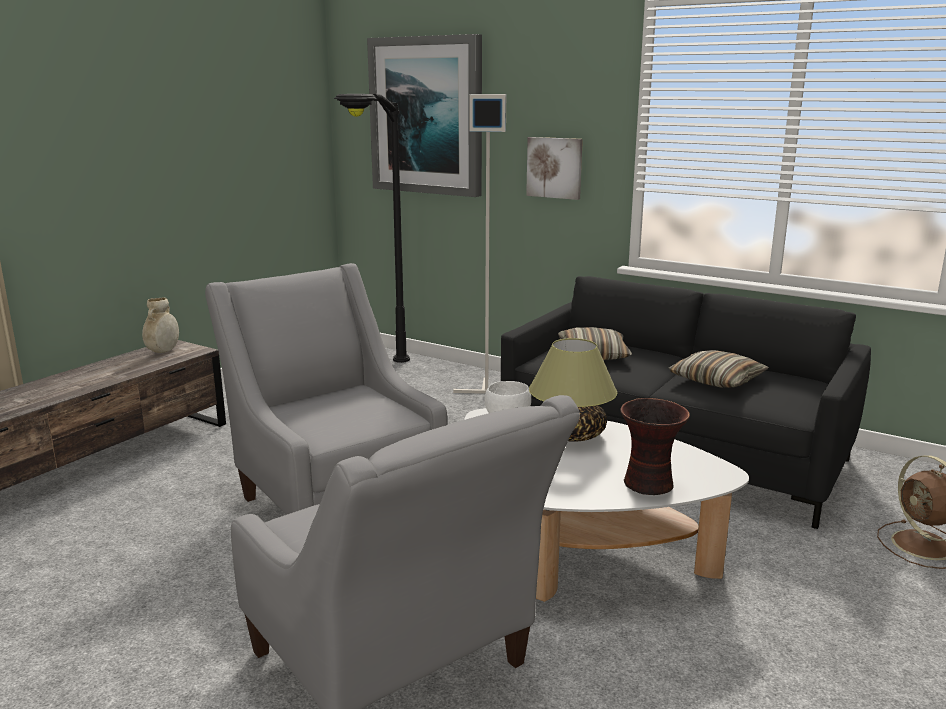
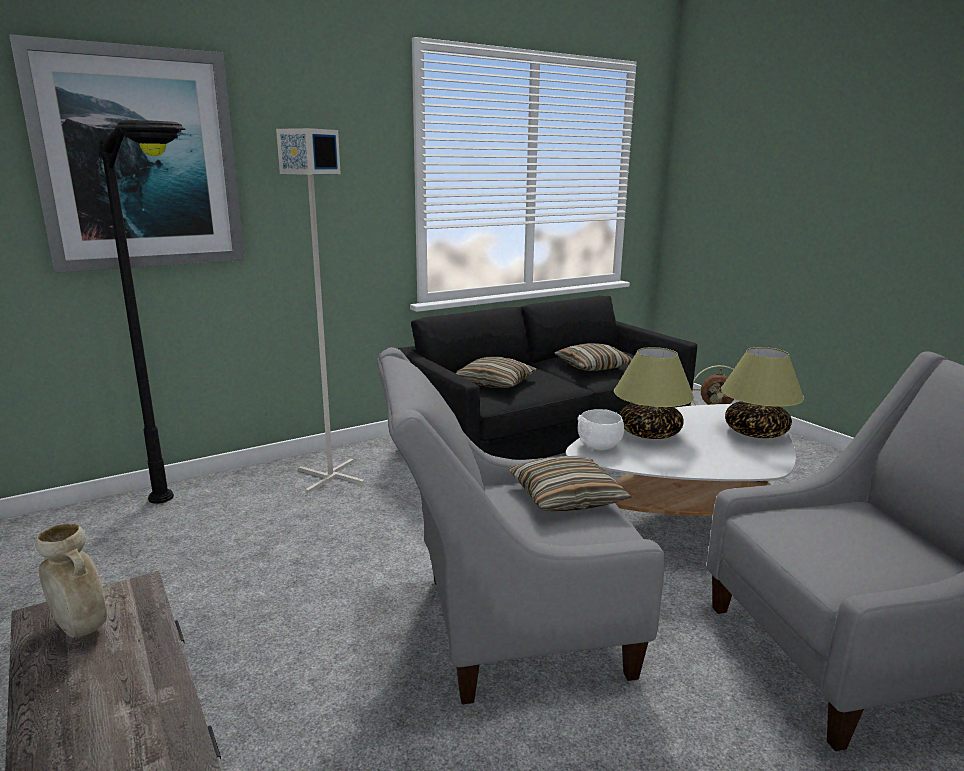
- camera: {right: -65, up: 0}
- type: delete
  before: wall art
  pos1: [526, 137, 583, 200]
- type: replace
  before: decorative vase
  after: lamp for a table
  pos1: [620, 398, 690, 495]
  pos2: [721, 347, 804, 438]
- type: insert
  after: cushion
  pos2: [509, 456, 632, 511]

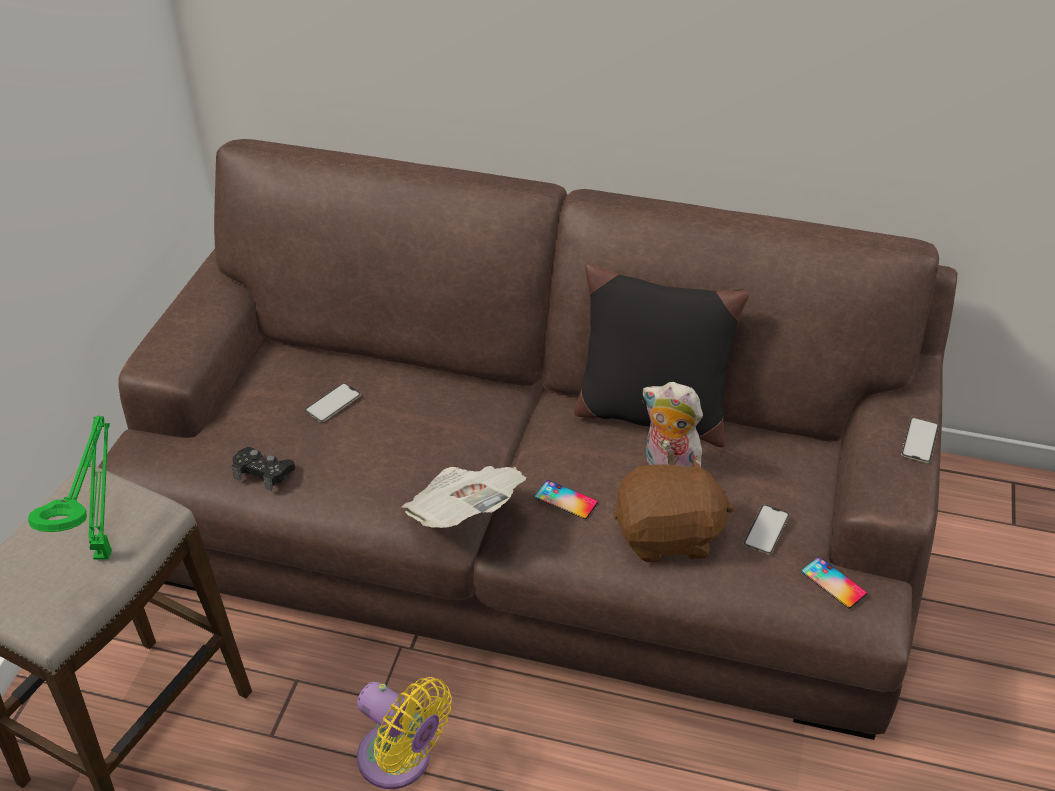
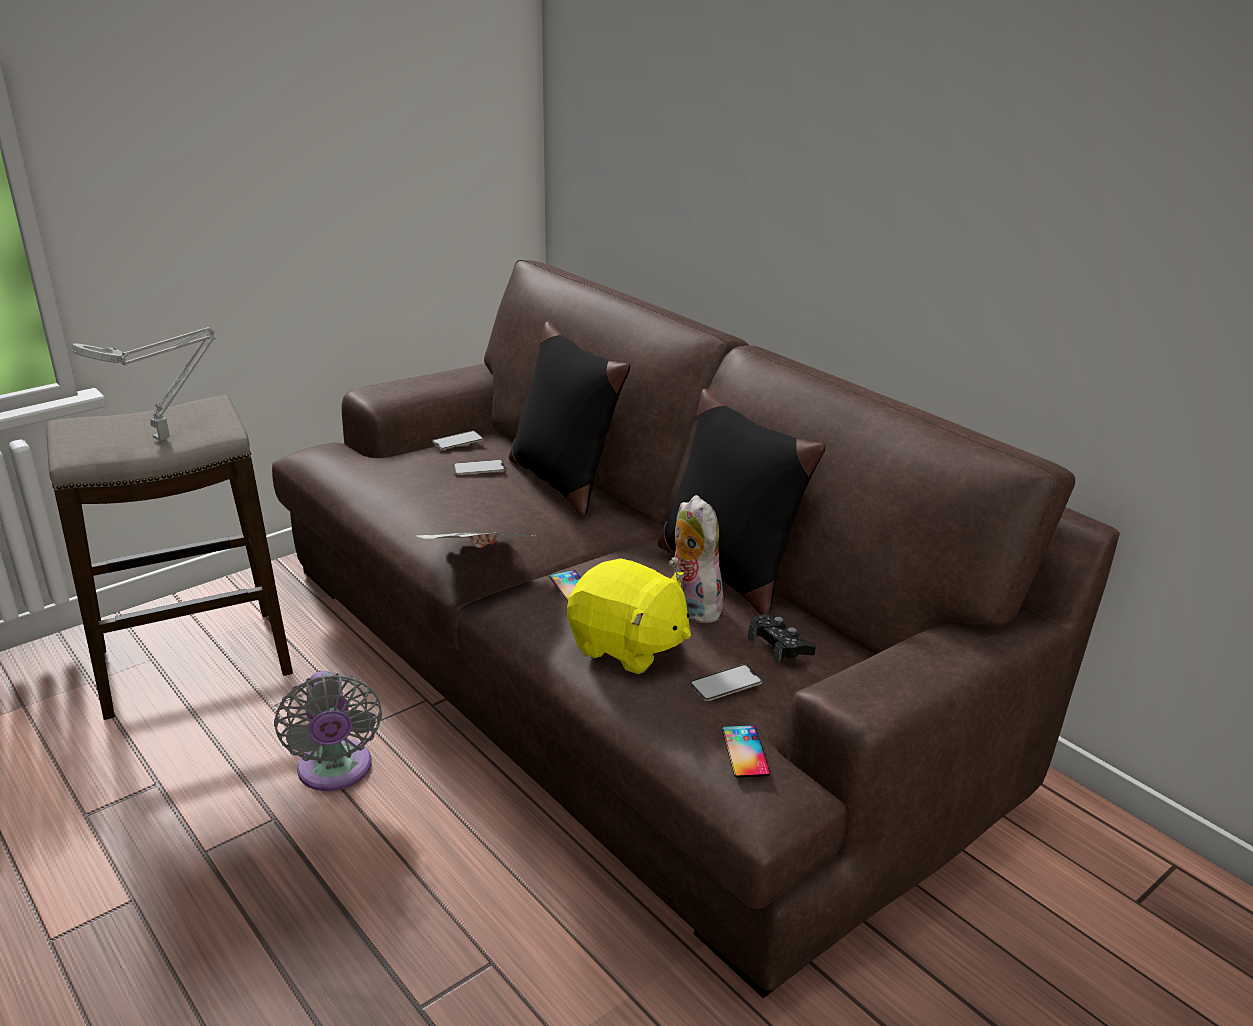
- camera: {right: 35, up: -15}
- type: recolor
  before: lamp for a table/green-coloured
  after: lamp for a table/grey
  pos1: [28, 416, 112, 560]
  pos2: [72, 327, 216, 441]
- type: move
  before: gamepad/black
  pos1: [232, 447, 295, 491]
  pos2: [748, 614, 816, 663]
- type: recolor
  before: fan/yellowish
  after: fan/grey
  pos1: [357, 677, 452, 789]
  pos2: [274, 671, 382, 791]
- type: recolor
  before: plush toy/brown
  after: plush toy/yellowish
  pos1: [614, 456, 735, 563]
  pos2: [567, 558, 691, 674]
- type: move
  before: phone
  pos1: [901, 417, 939, 463]
  pos2: [432, 431, 484, 450]
- type: insert
  after: cushion/black
  pos2: [509, 322, 630, 516]

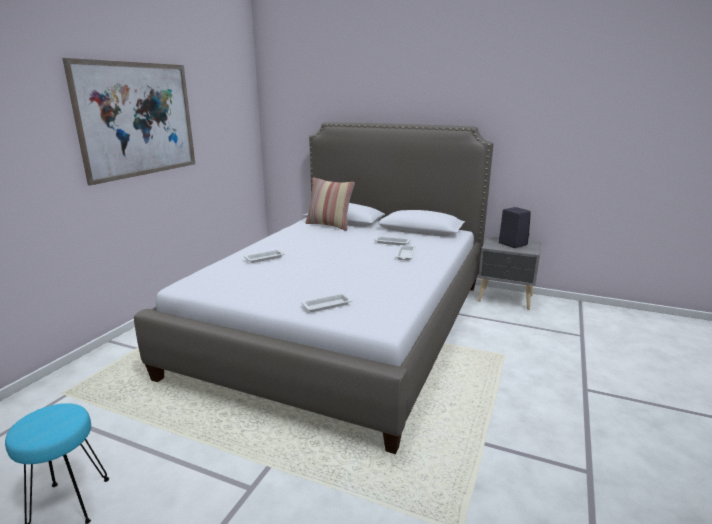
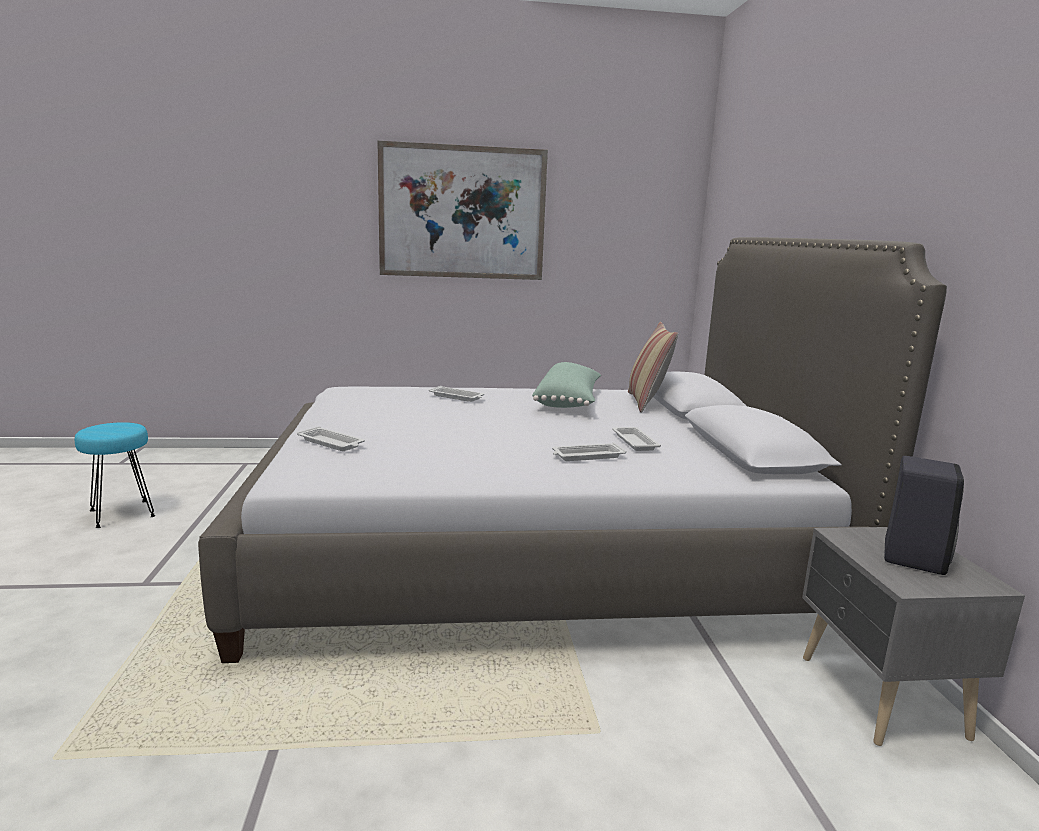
- camera: {right: 60, up: -5}
- type: insert
  after: cushion/green-coloured
  pos2: [532, 362, 601, 408]

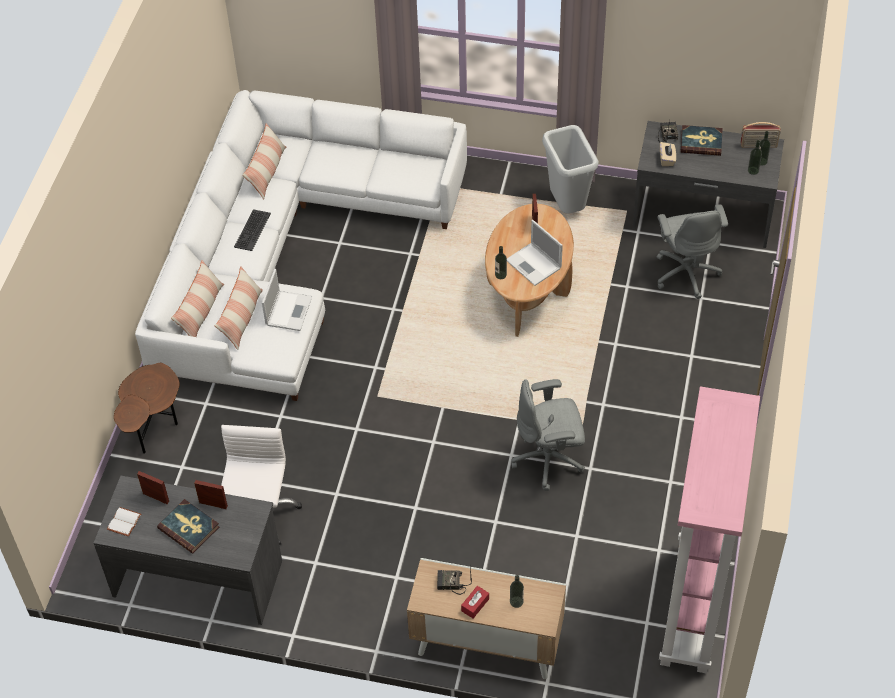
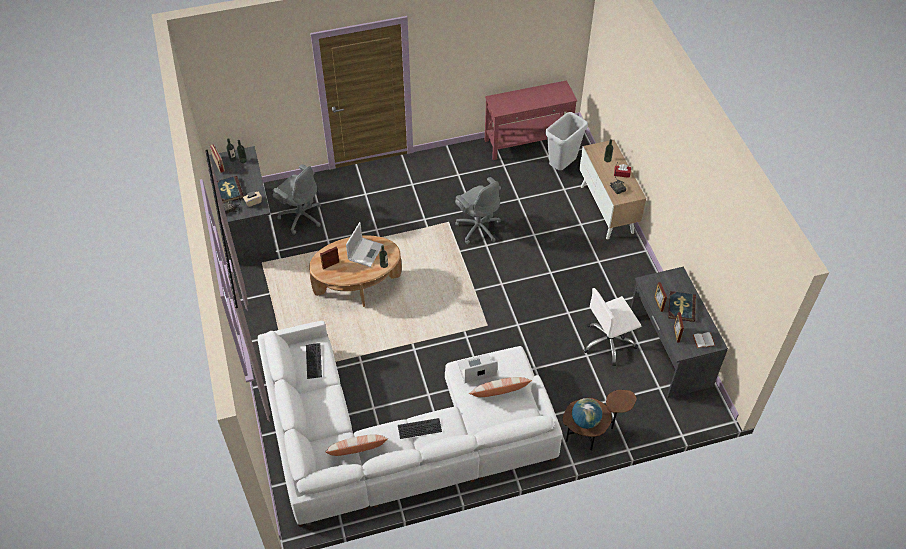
- camera: {right: -120, up: 0}
- type: delete
  before: cushion
  pos1: [171, 260, 224, 337]
- type: move
  before: trash can/grey
  pos1: [542, 125, 599, 214]
  pos2: [545, 112, 588, 170]
- type: rotate
  before: office chair/grey
  pos1: [657, 204, 728, 299]
  pos2: [273, 164, 321, 235]
  turn: 75
- type: replace
  before: bookcase/pink
  after: hall table/reddish
  pos1: [659, 386, 760, 674]
  pos2: [485, 80, 577, 160]
- type: insert
  after: PC keyboard
  pos2: [306, 343, 322, 379]
- type: insert
  after: desk globe
  pos2: [572, 398, 602, 429]

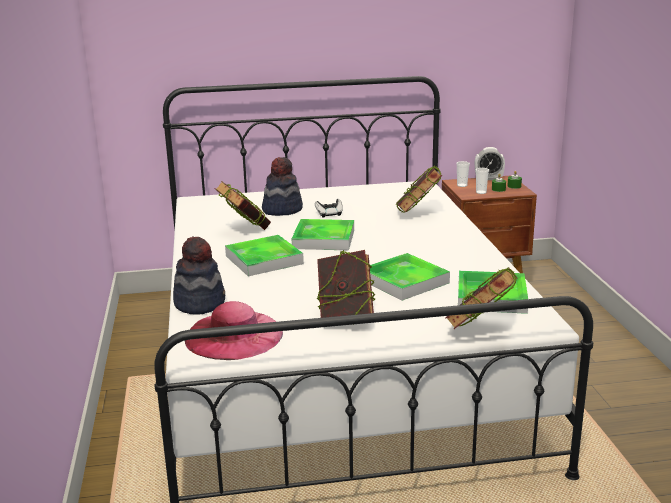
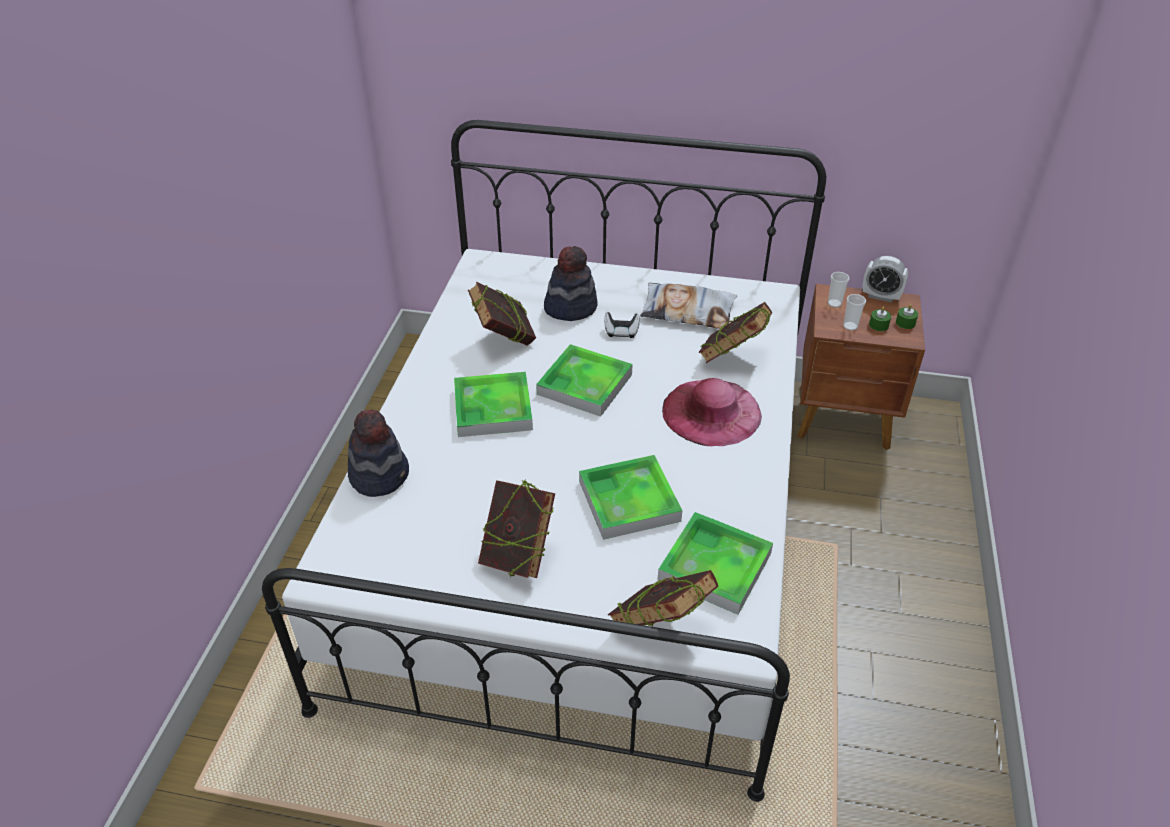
- camera: {right: 20, up: 20}
- type: move
  before: wearable hat/pink
  pos1: [185, 301, 283, 360]
  pos2: [662, 378, 762, 446]
- type: insert
  after: cushion
  pos2: [640, 283, 737, 329]

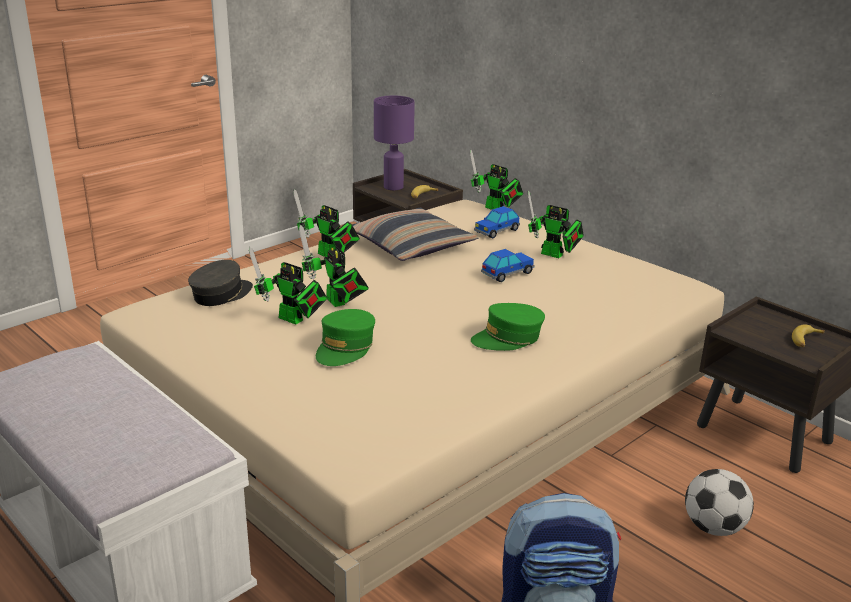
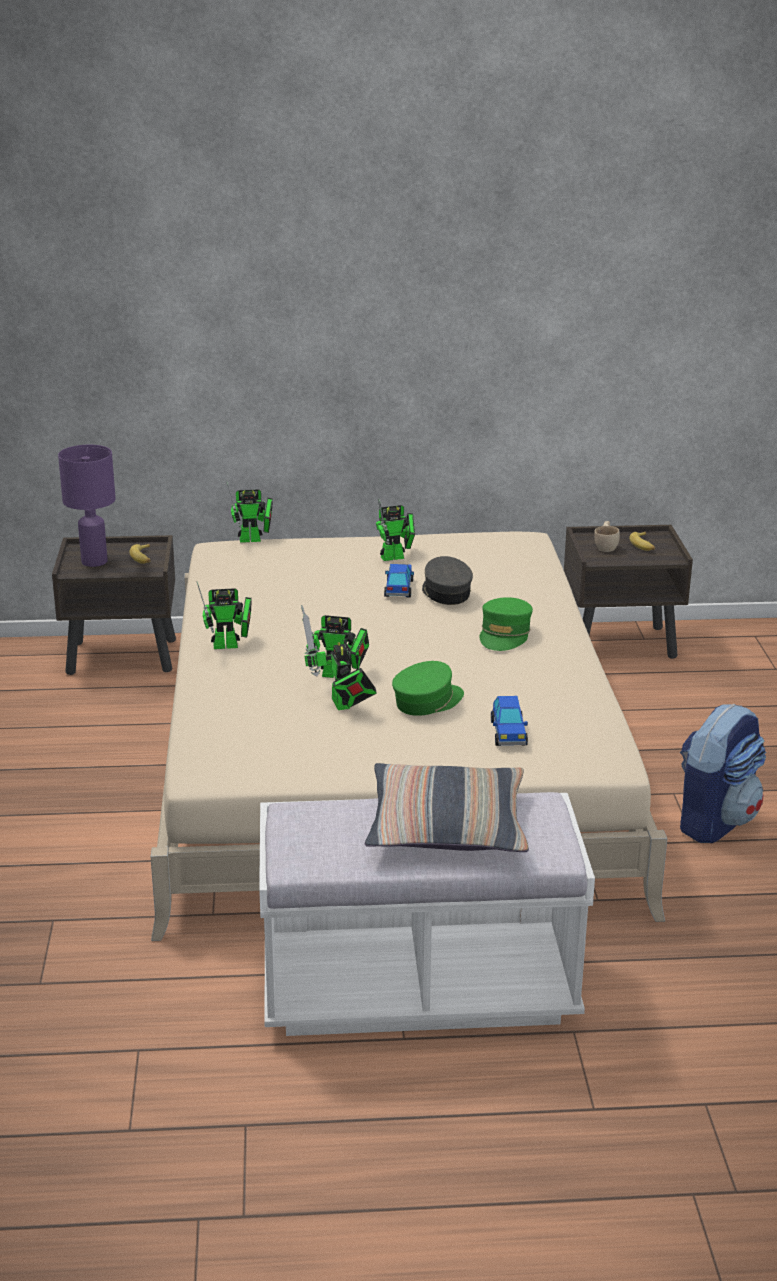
- camera: {right: -50, up: 0}
- type: move
  before: peaked cap/grey
  pos1: [188, 260, 253, 306]
  pos2: [422, 556, 473, 605]
- type: rotate
  before: model robot
  pos1: [249, 247, 327, 325]
  pos2: [302, 614, 377, 710]
  turn: 90
- type: rotate
  before: peaked cap/green-coloured
  pos1: [316, 309, 375, 366]
  pos2: [392, 661, 464, 716]
  turn: -105
- type: move
  before: cushion
  pos1: [352, 208, 479, 261]
  pos2: [364, 763, 529, 852]
- type: move
  before: toy car
  pos1: [474, 206, 520, 239]
  pos2: [491, 696, 528, 746]
- type: delete
  before: football
  pos1: [685, 469, 754, 536]
- type: insert
  after: small cup/sand-coloured
  pos2: [594, 521, 620, 552]

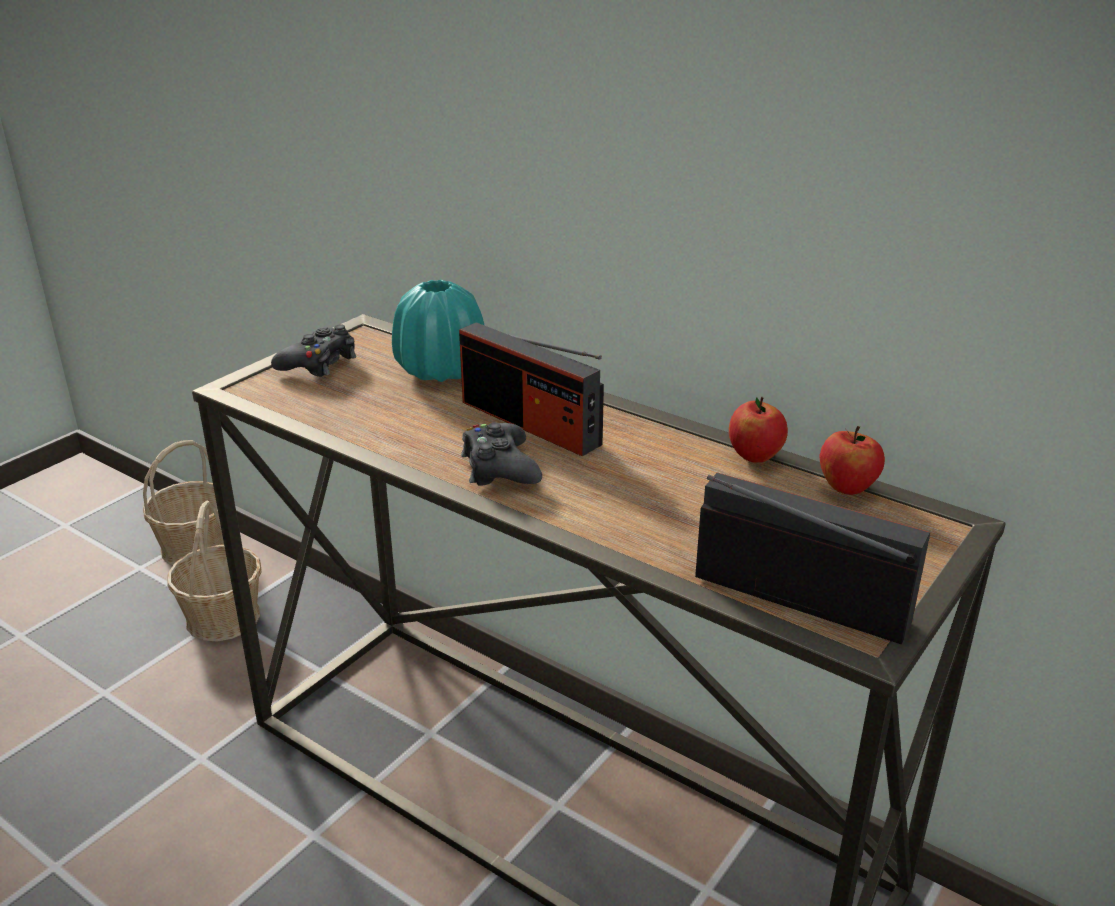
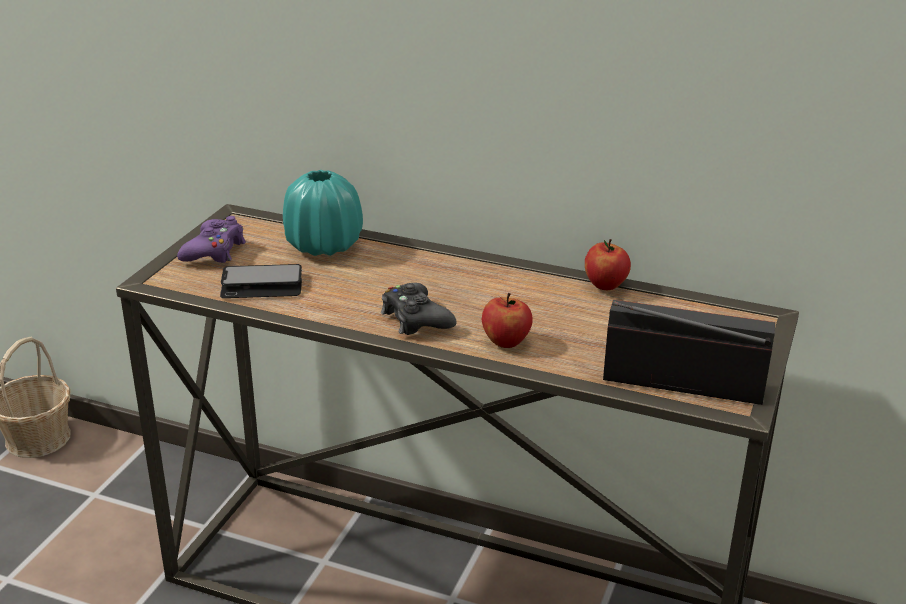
- camera: {right: -15, up: 0}
- type: delete
  before: basket
  pos1: [167, 501, 262, 642]
- type: recolor
  before: gamepad/black
  after: gamepad/purple
  pos1: [271, 324, 356, 377]
  pos2: [177, 216, 246, 263]
- type: delete
  before: radio
  pos1: [459, 322, 604, 456]
- type: move
  before: apple
  pos1: [819, 426, 885, 495]
  pos2: [481, 293, 533, 348]
- type: insert
  after: phone
  pos2: [220, 264, 302, 298]

